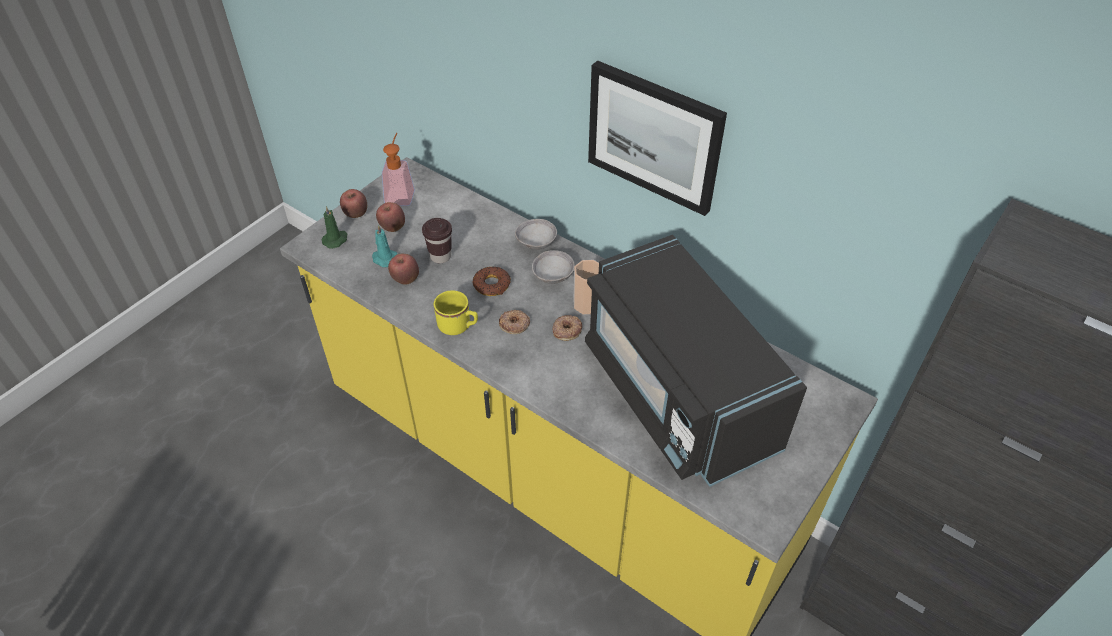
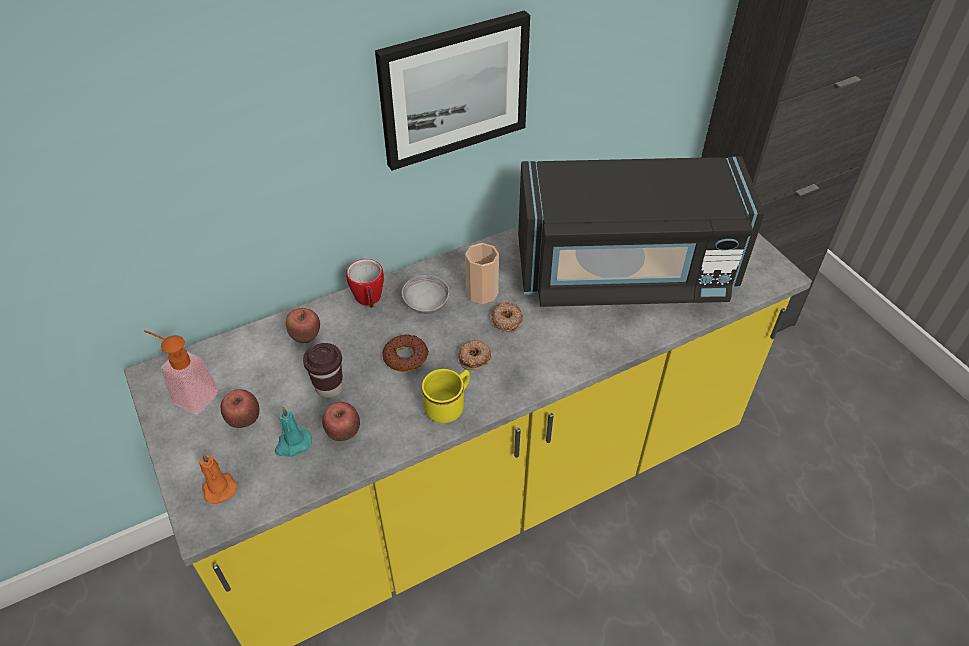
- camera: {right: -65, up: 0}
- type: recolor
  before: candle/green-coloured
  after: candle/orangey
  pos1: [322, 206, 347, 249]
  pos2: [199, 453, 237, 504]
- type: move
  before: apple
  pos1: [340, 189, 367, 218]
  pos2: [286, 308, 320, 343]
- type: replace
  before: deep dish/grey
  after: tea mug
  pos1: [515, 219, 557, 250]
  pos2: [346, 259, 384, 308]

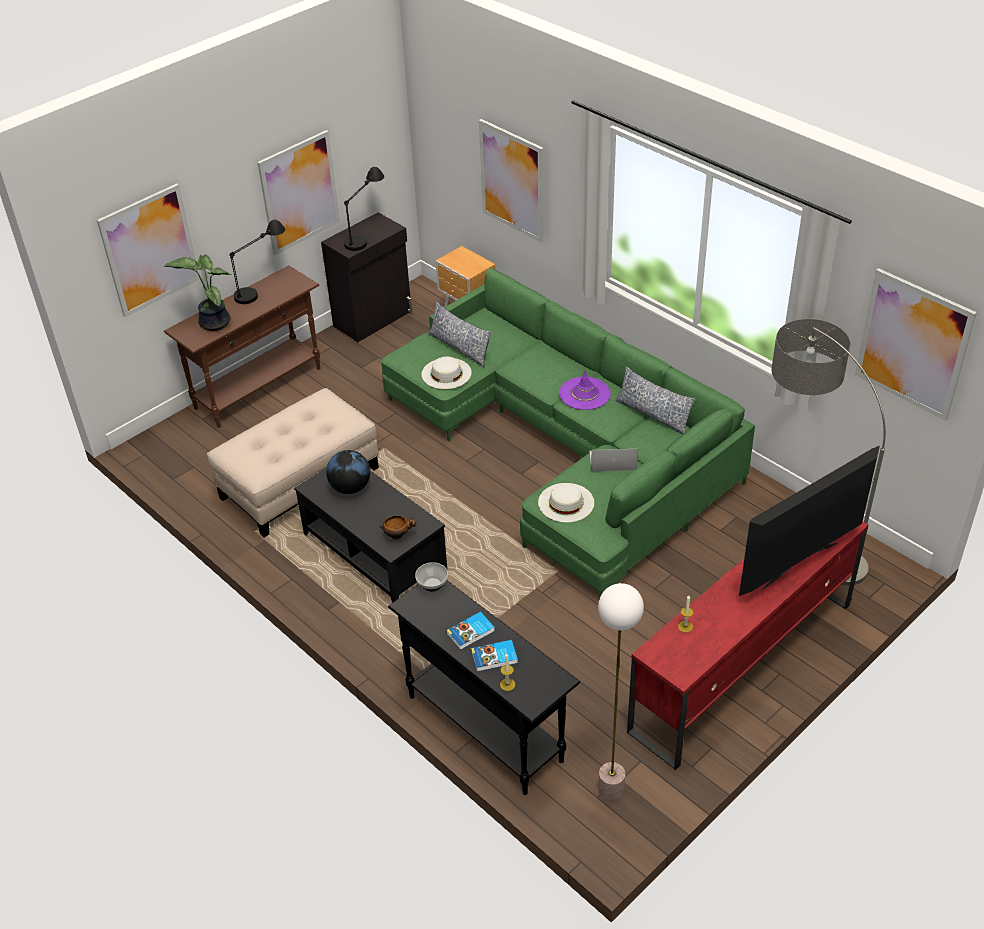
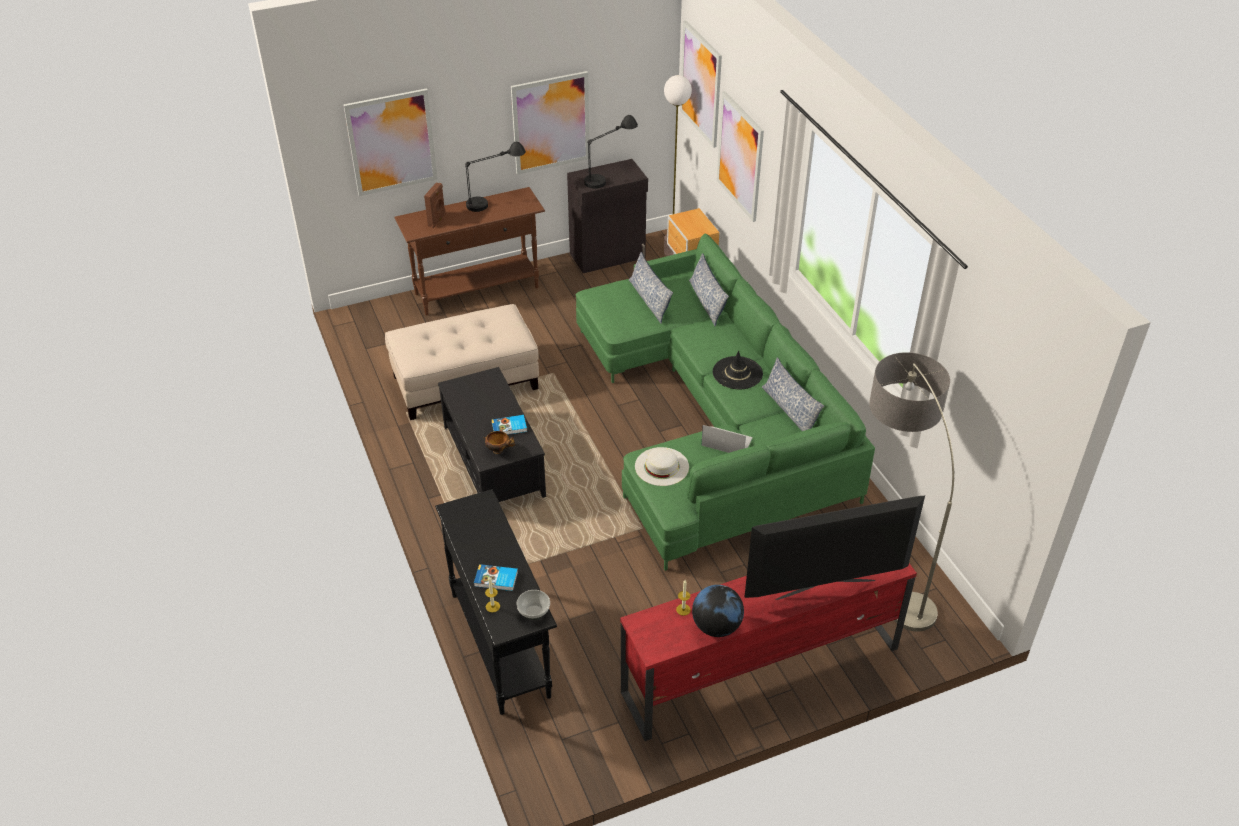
- camera: {right: 20, up: 0}
- type: replace
  before: potted plant
  after: loudspeaker/brown
  pos1: [164, 254, 232, 331]
  pos2: [424, 183, 446, 228]
- type: move
  before: desk globe
  pos1: [326, 450, 370, 494]
  pos2: [692, 585, 744, 637]
- type: move
  before: deep dish
  pos1: [415, 562, 448, 592]
  pos2: [517, 590, 550, 620]
- type: delete
  before: wearable hat/white-coloured
  pos1: [422, 357, 472, 389]
- type: move
  before: volume
  pos1: [446, 612, 494, 650]
  pos2: [491, 415, 527, 435]
- type: recolor
  before: wearable hat/purple
  after: wearable hat/black
  pos1: [559, 371, 611, 410]
  pos2: [713, 351, 763, 389]
- type: move
  before: standard lamp
  pos1: [598, 583, 644, 800]
  pos2: [664, 75, 692, 256]
- type: move
  before: wall art
  pos1: [855, 268, 977, 421]
  pos2: [680, 21, 722, 148]
- type: insert
  after: cushion
  pos2: [689, 253, 729, 326]

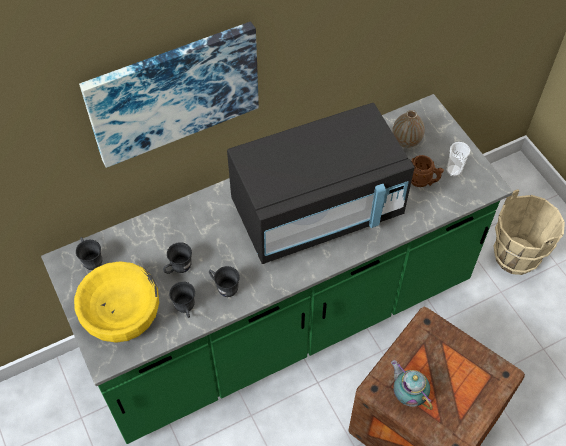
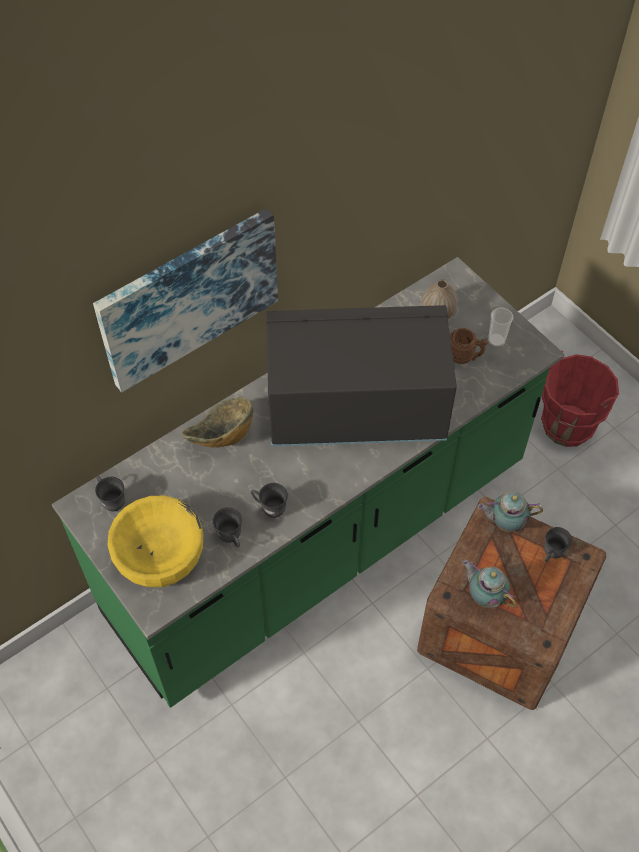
- camera: {right: -10, up: 0}
- type: move
  before: tea mug/grey
  pos1: [163, 242, 192, 274]
  pos2: [544, 527, 572, 562]
- type: rotate
  before: microwave/black
  pos1: [227, 103, 415, 264]
  pos2: [266, 305, 457, 447]
  turn: -150
- type: recolor
  before: pail/sand-coloured
  after: pail/reddish
  pos1: [493, 189, 565, 275]
  pos2: [541, 350, 619, 447]
- type: insert
  after: deep dish
  pos2: [182, 397, 253, 448]
- type: insert
  after: teapot
  pos2: [478, 492, 543, 532]

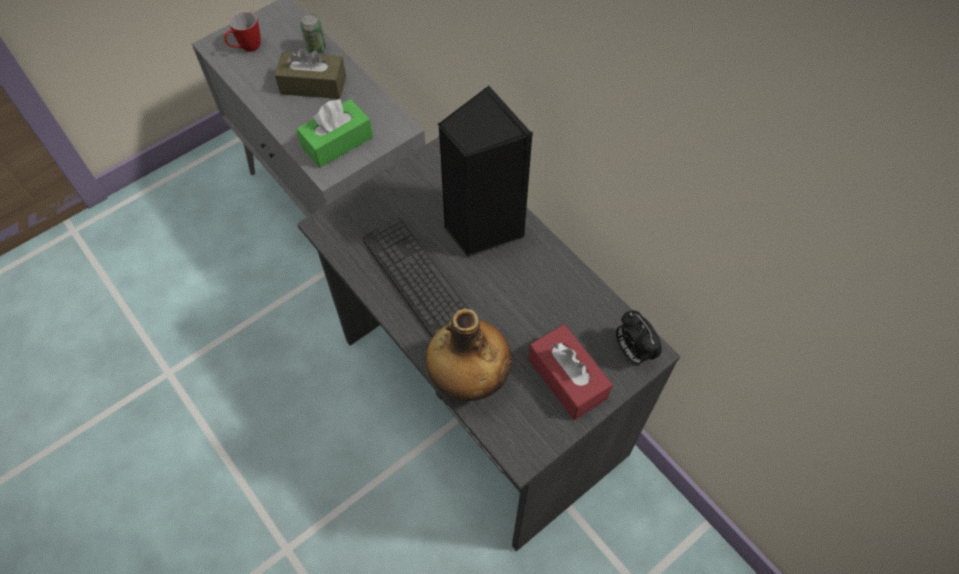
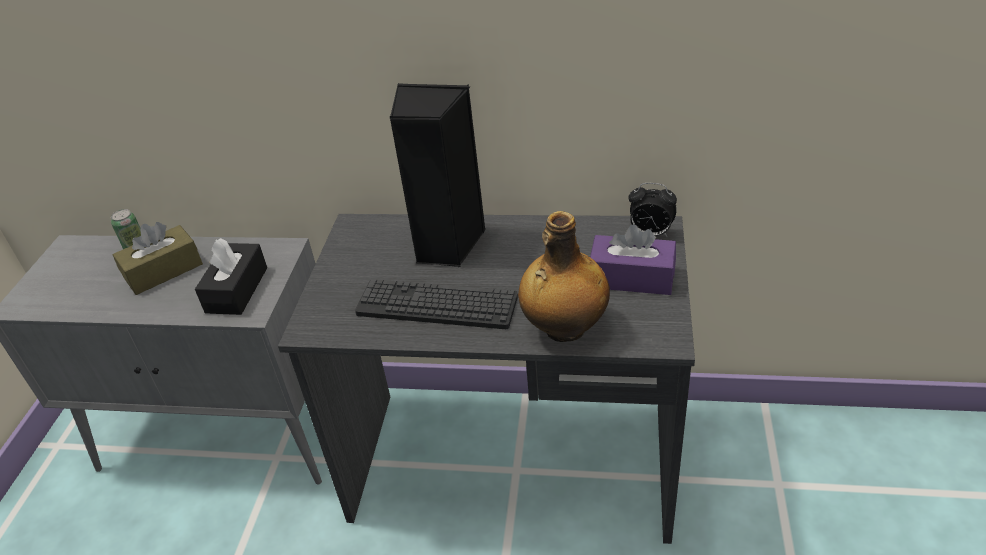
- camera: {right: -40, up: -20}
- type: delete
  before: tea mug
  pos1: [224, 11, 261, 52]
- type: recolor
  before: tissue holder/green-coloured
  after: tissue holder/black
  pos1: [296, 99, 373, 168]
  pos2: [195, 238, 267, 315]
- type: recolor
  before: tissue holder/reddish
  after: tissue holder/purple
  pos1: [528, 324, 613, 420]
  pos2: [590, 224, 676, 295]

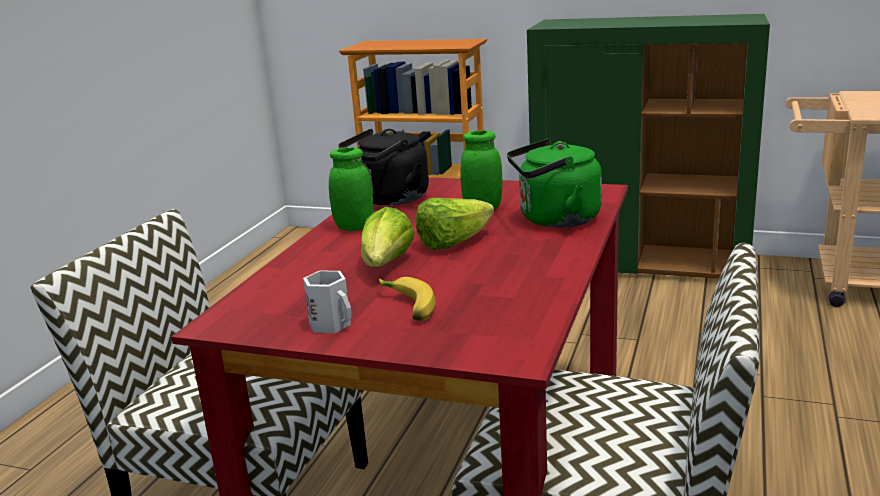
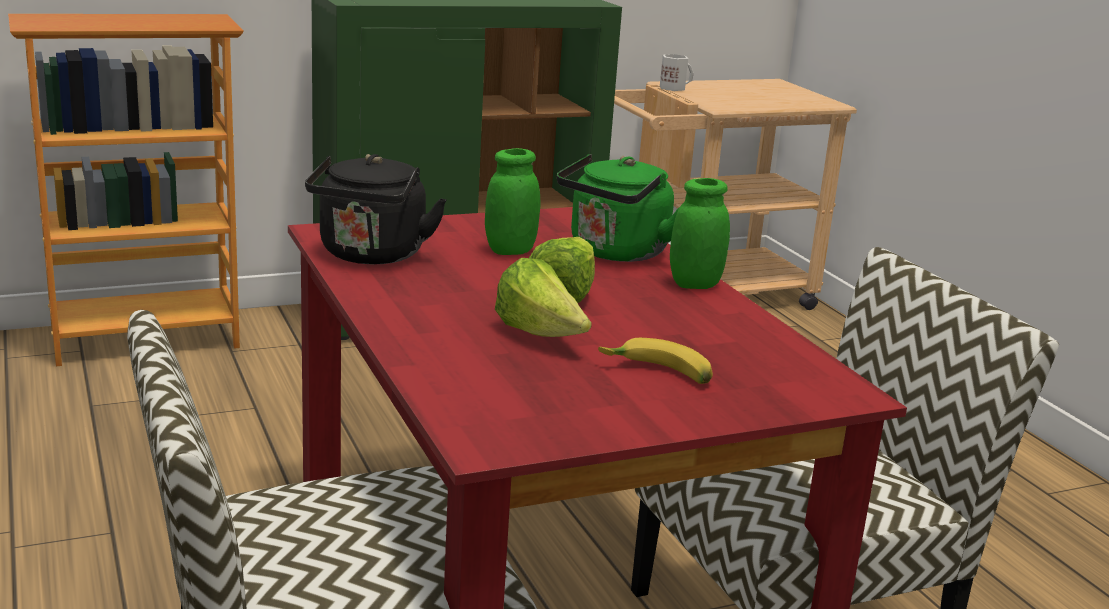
- camera: {right: -45, up: 0}
- type: move
  before: tea mug/white-coloured
  pos1: [303, 271, 351, 333]
  pos2: [660, 54, 694, 91]
- type: move
  before: preserve jar/green-coloured
  pos1: [329, 147, 373, 231]
  pos2: [670, 178, 730, 289]

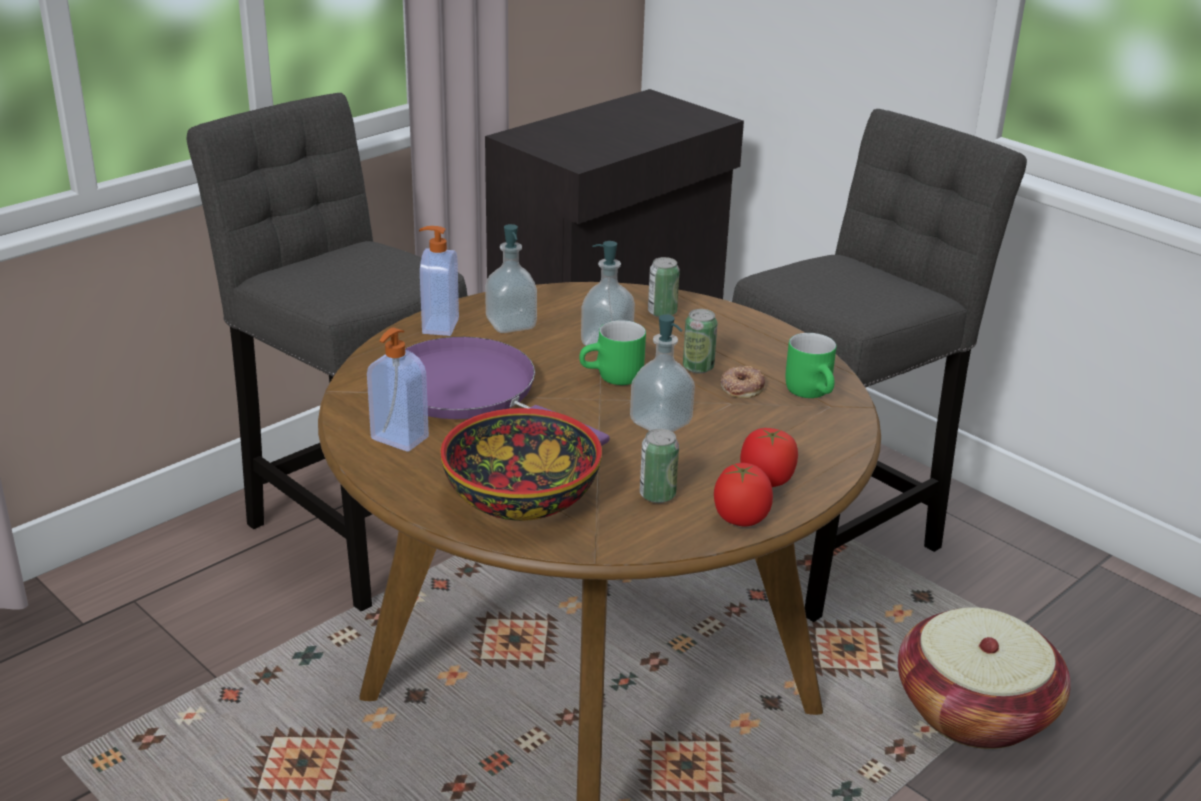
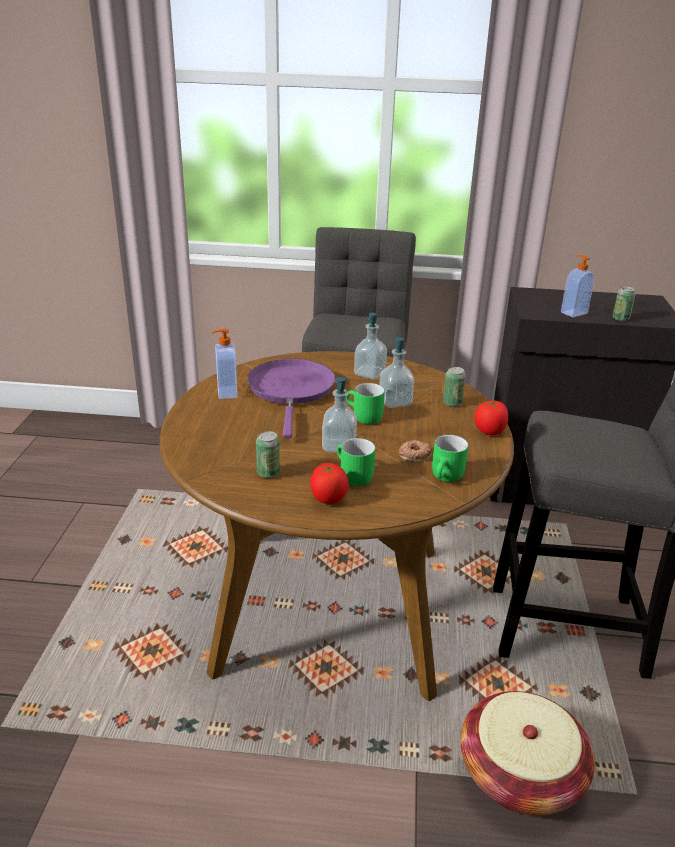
- camera: {right: 50, up: 0}
- type: move
  before: soap bottle
  pos1: [419, 226, 459, 336]
  pos2: [561, 255, 595, 317]
- type: delete
  before: deep dish
  pos1: [440, 408, 602, 521]
- type: move
  before: metal can
  pos1: [683, 309, 718, 374]
  pos2: [613, 286, 636, 321]
- type: move
  before: fresh tomato
  pos1: [714, 463, 773, 527]
  pos2: [474, 400, 508, 435]
- type: insert
  after: tea mug/green-coloured
  pos2: [337, 438, 376, 486]

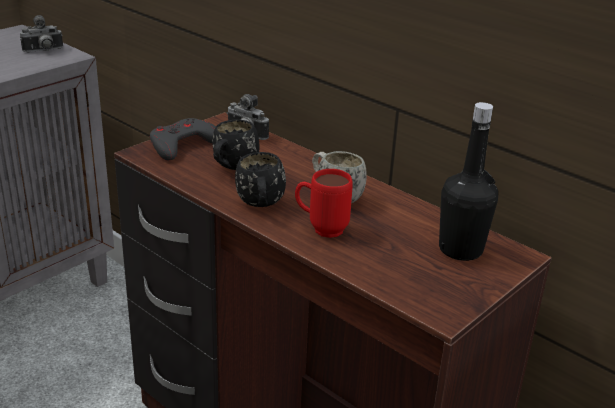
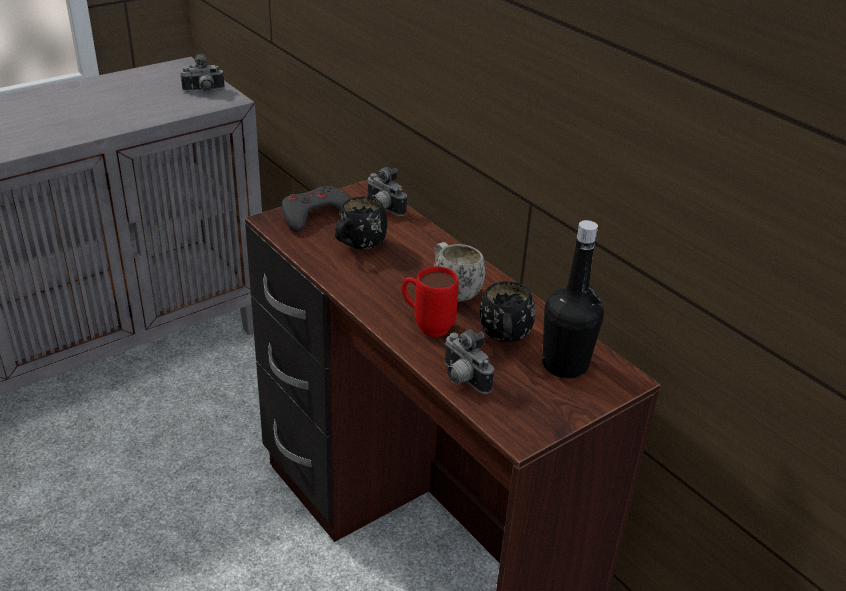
- camera: {right: 10, up: 5}
- type: move
  before: tea mug/black
  pos1: [235, 152, 286, 207]
  pos2: [480, 281, 535, 342]
- type: insert
  after: still camera
  pos2: [444, 329, 494, 394]

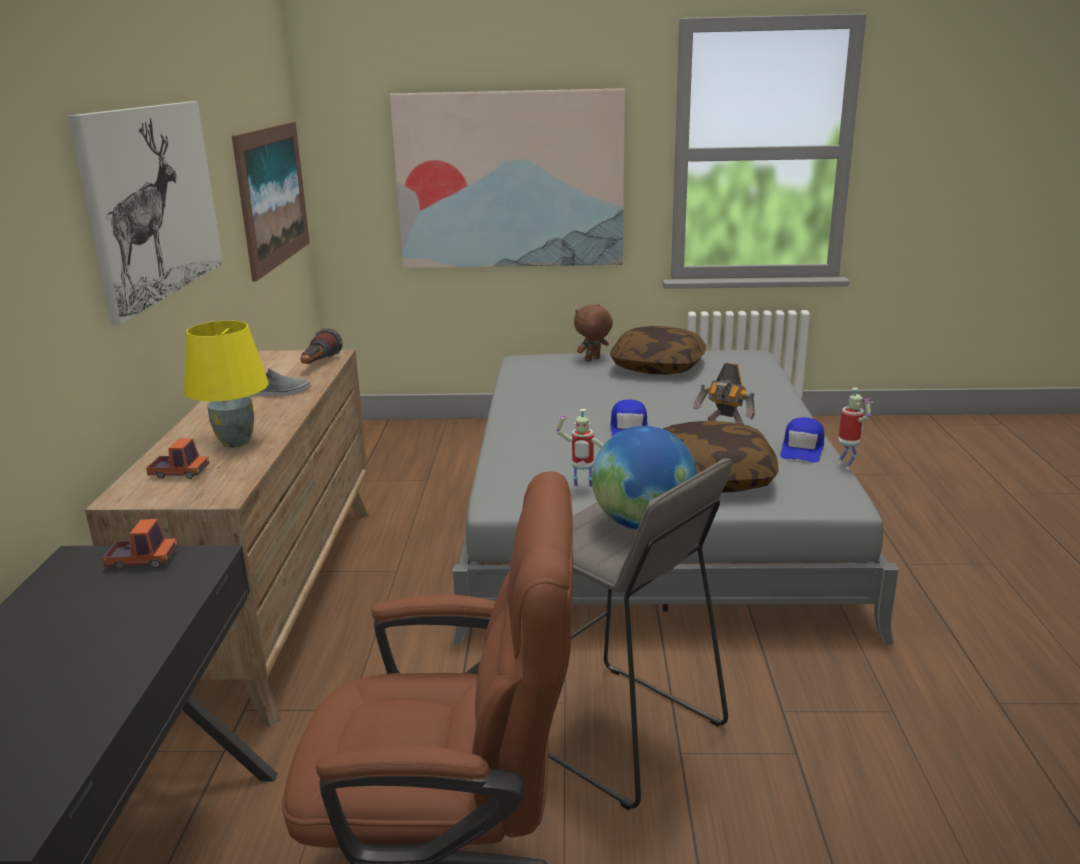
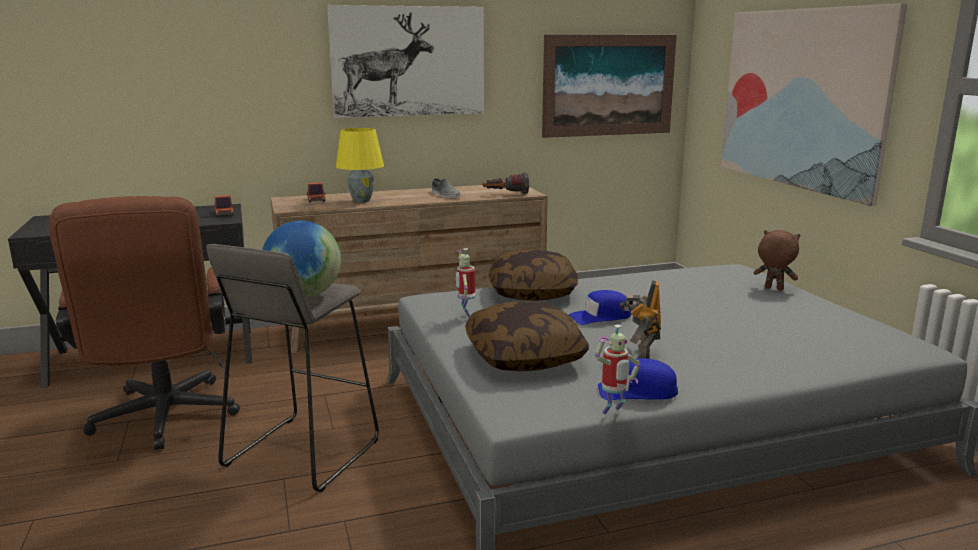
- camera: {right: 70, up: -5}
- type: move
  before: cushion
  pos1: [610, 326, 706, 374]
  pos2: [488, 250, 578, 301]

